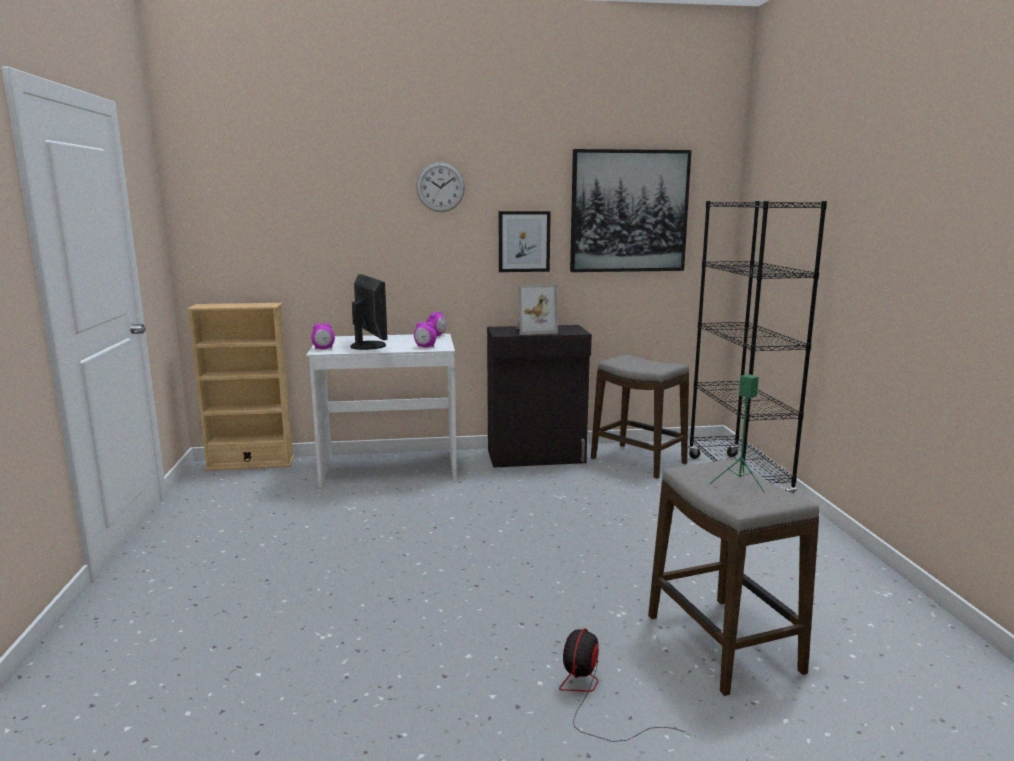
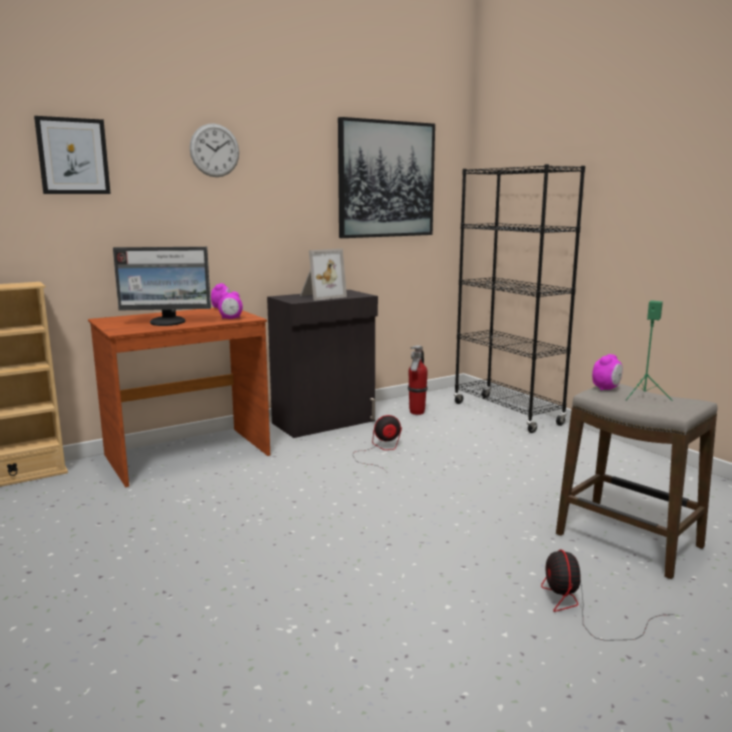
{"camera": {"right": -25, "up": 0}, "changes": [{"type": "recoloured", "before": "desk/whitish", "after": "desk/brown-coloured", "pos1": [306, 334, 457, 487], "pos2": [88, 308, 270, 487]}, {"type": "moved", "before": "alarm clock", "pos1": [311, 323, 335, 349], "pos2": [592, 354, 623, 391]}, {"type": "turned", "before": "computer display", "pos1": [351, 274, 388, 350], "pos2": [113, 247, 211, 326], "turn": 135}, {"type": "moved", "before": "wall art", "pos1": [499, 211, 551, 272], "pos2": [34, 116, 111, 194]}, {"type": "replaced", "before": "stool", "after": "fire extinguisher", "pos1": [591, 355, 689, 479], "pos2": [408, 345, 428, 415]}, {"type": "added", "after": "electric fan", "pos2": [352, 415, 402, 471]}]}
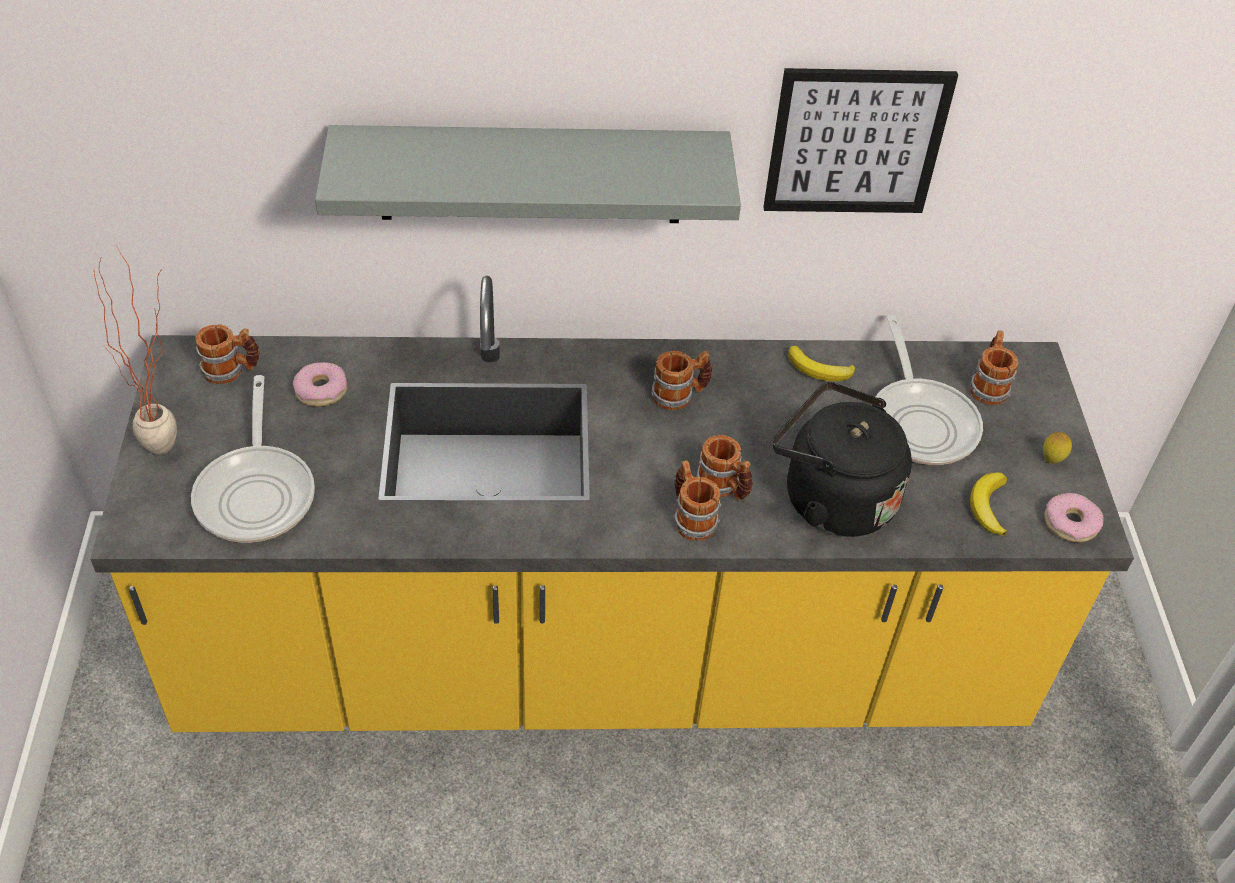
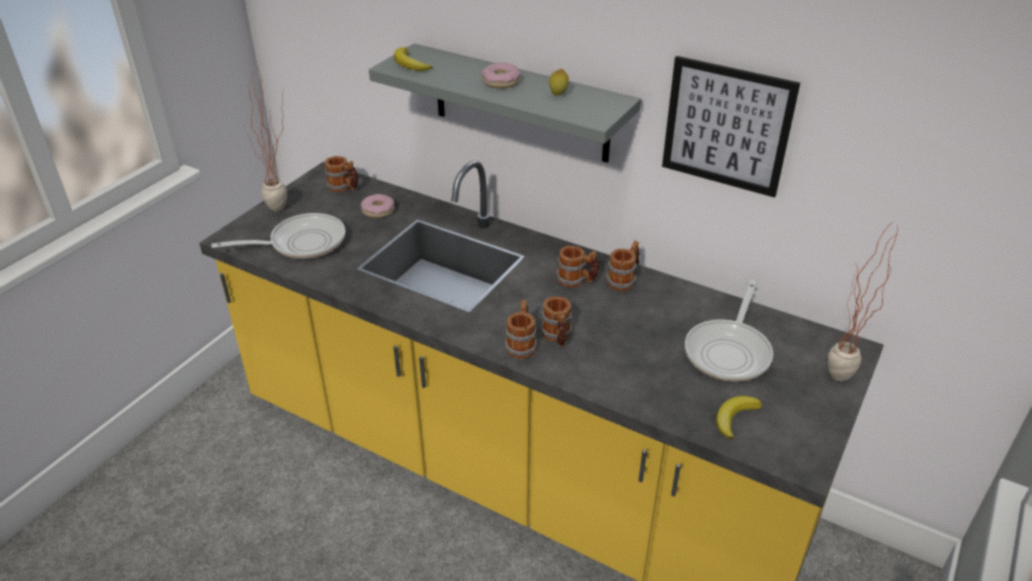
{"camera": {"right": 35, "up": -10}, "changes": [{"type": "turned", "before": "skillet", "pos1": [191, 375, 315, 543], "pos2": [211, 213, 345, 259], "turn": -135}, {"type": "removed", "before": "water kettle/blackish", "pos1": [773, 382, 912, 537]}, {"type": "moved", "before": "whole banana", "pos1": [788, 346, 855, 381], "pos2": [394, 47, 432, 71]}, {"type": "moved", "before": "mug", "pos1": [970, 330, 1018, 405], "pos2": [606, 240, 640, 291]}, {"type": "moved", "before": "citrus fruit", "pos1": [1043, 432, 1072, 464], "pos2": [549, 69, 569, 95]}, {"type": "moved", "before": "doughnut", "pos1": [1045, 493, 1104, 542], "pos2": [481, 62, 521, 88]}, {"type": "added", "after": "plant in a pot", "pos2": [827, 221, 898, 382]}]}
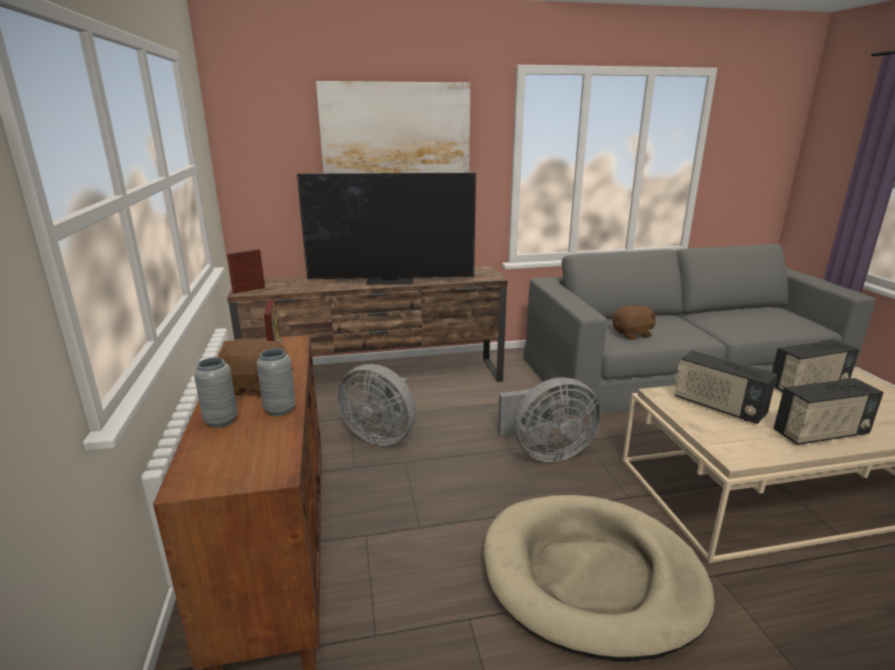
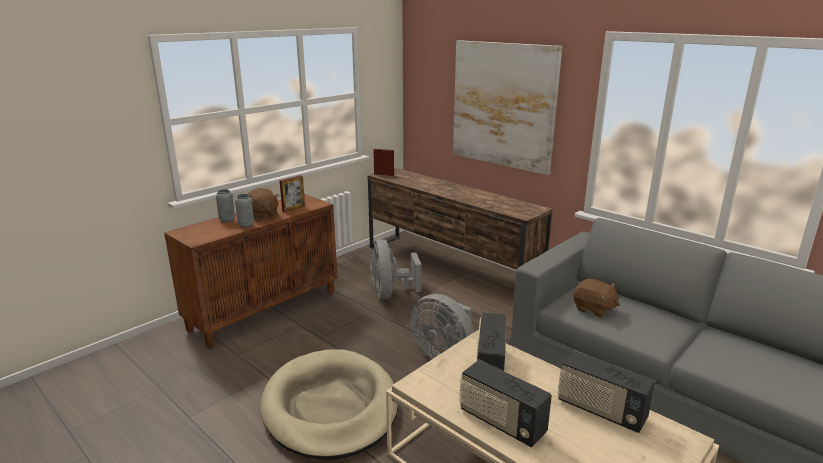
{"camera": {"right": 55, "up": 0}, "changes": [{"type": "removed", "before": "TV set", "pos1": [297, 173, 476, 285]}]}
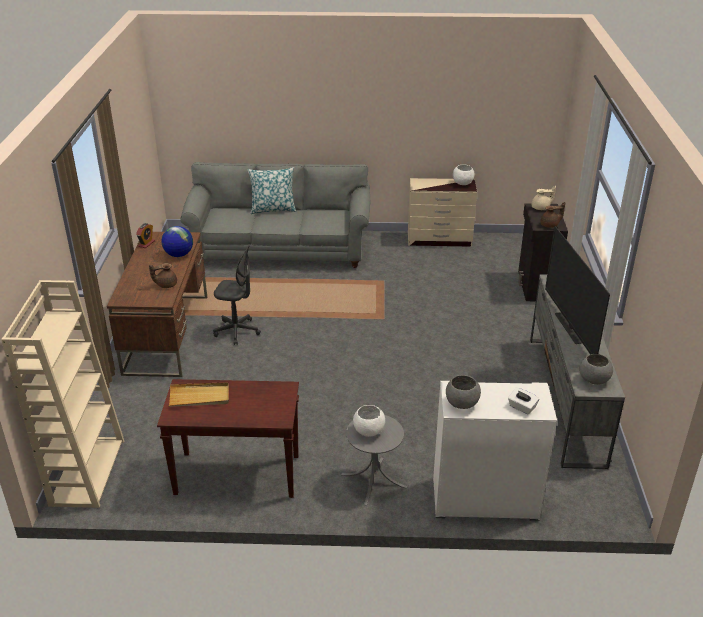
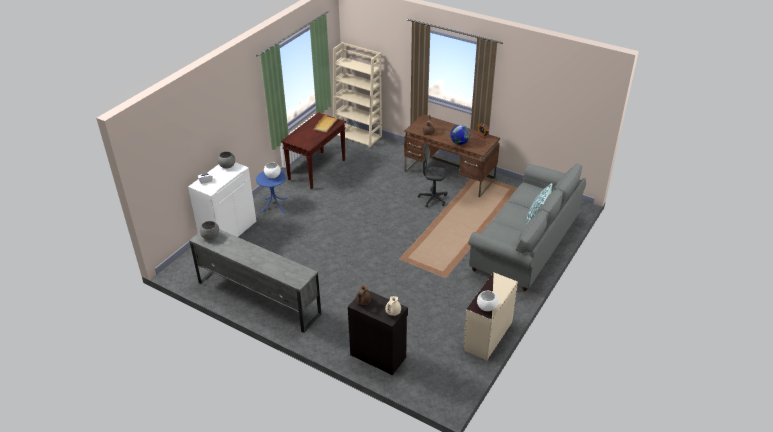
{"camera": {"right": 120, "up": 5}, "changes": [{"type": "turned", "before": "computer chair/greyish", "pos1": [213, 245, 261, 345], "pos2": [418, 143, 447, 207], "turn": 60}, {"type": "recoloured", "before": "end table/greyish", "after": "end table/bluish", "pos1": [341, 415, 407, 505], "pos2": [256, 171, 288, 213]}, {"type": "removed", "before": "TV set", "pos1": [545, 226, 610, 354]}]}
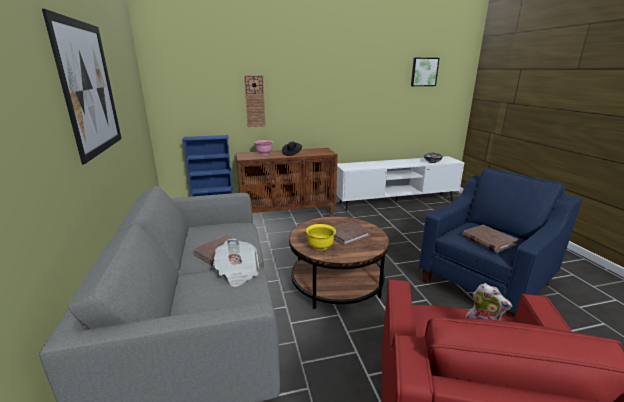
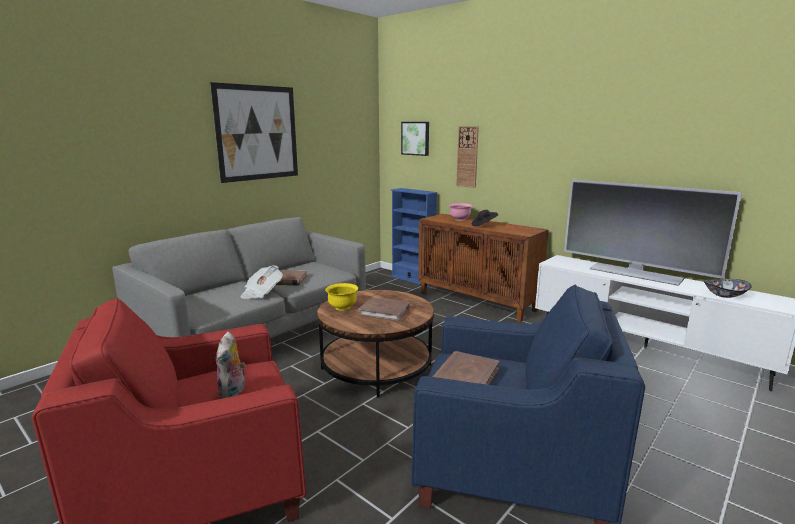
{"camera": {"right": 55, "up": -5}, "changes": [{"type": "moved", "before": "wall art", "pos1": [411, 58, 440, 86], "pos2": [401, 122, 429, 156]}, {"type": "added", "after": "TV set", "pos2": [564, 180, 742, 286]}]}
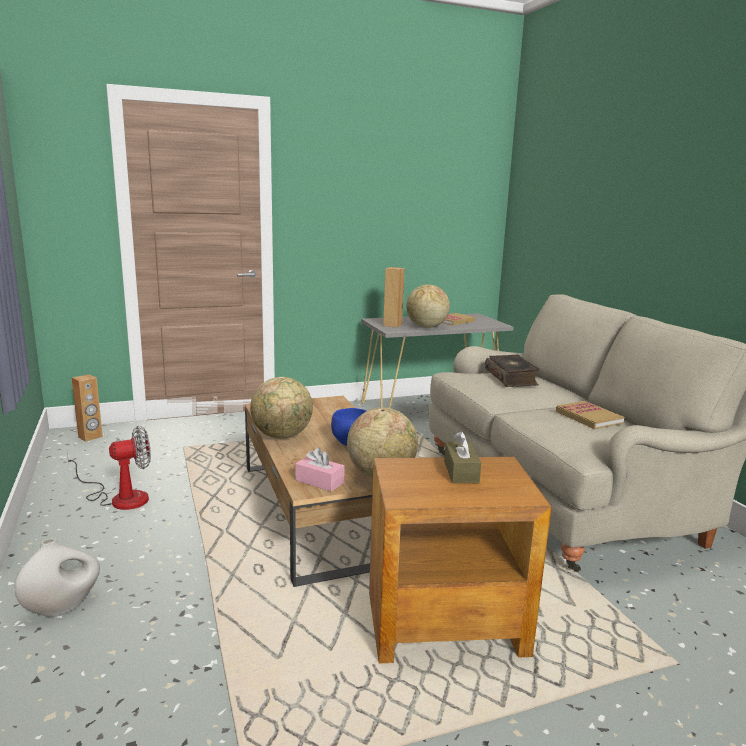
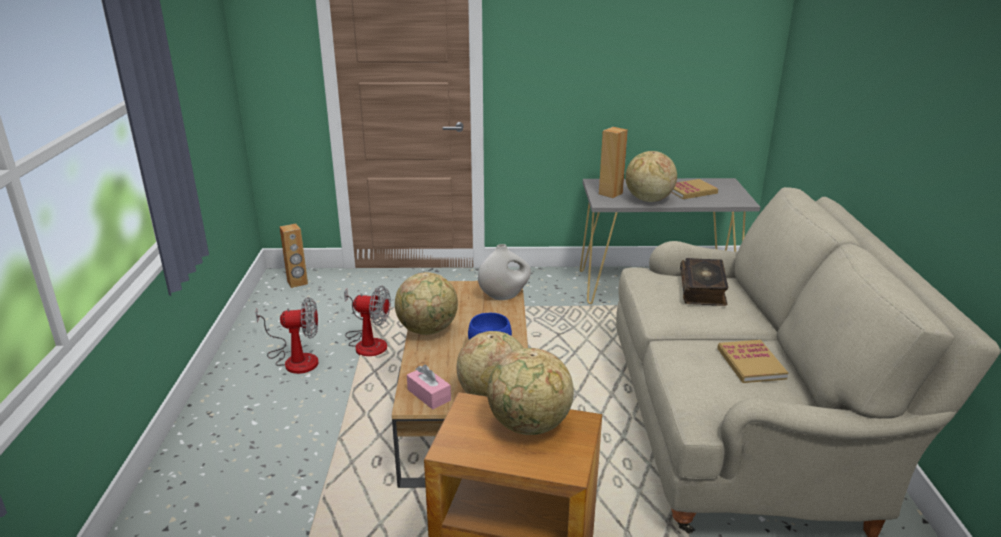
{"camera": {"right": 20, "up": 10}, "changes": [{"type": "moved", "before": "flower vase/whitish", "pos1": [14, 538, 100, 617], "pos2": [478, 244, 531, 300]}, {"type": "replaced", "before": "tissue box/brown-coloured", "after": "world globe", "pos1": [444, 431, 481, 483], "pos2": [487, 348, 574, 435]}, {"type": "added", "after": "electric fan", "pos2": [344, 286, 391, 356]}]}
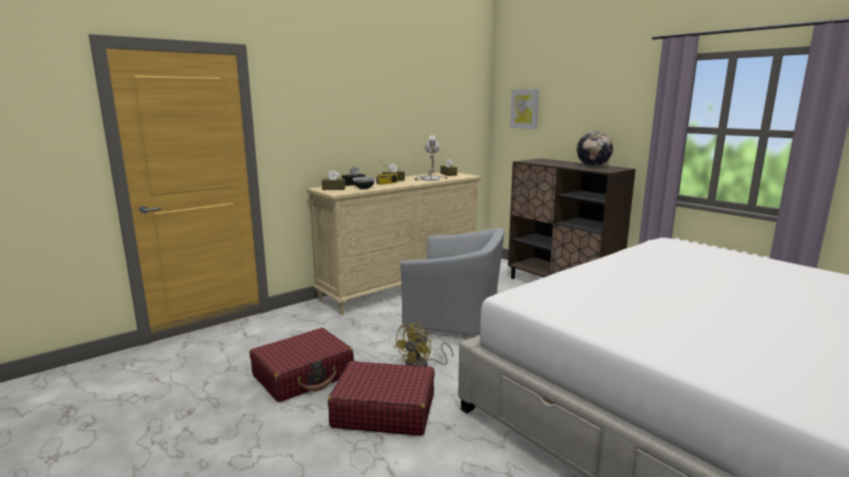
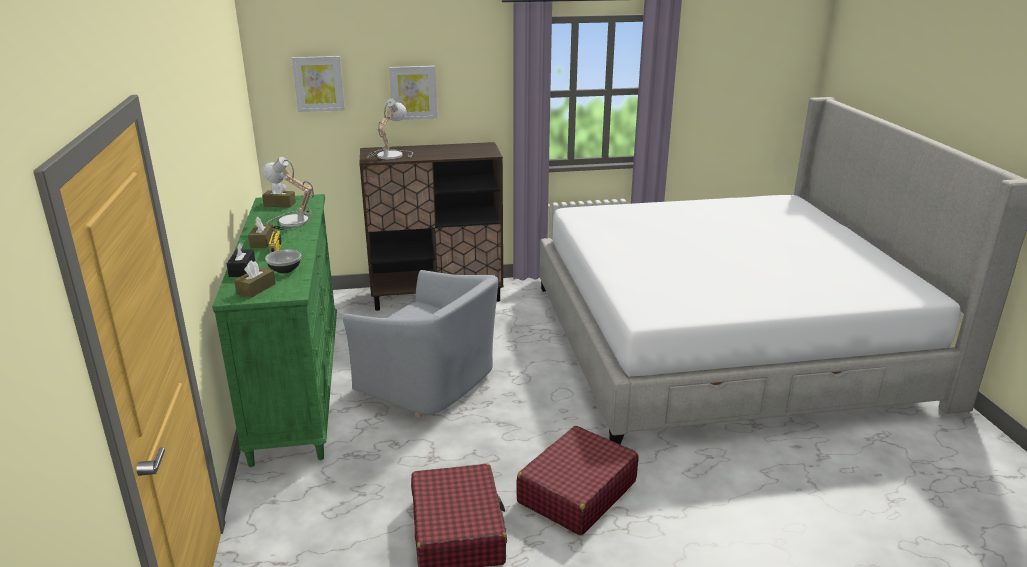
{"camera": {"right": -60, "up": 10}, "changes": [{"type": "recoloured", "before": "dresser/sand-coloured", "after": "dresser/green-coloured", "pos1": [306, 173, 481, 315], "pos2": [212, 194, 337, 467]}, {"type": "removed", "before": "electric fan/yellow-coloured", "pos1": [394, 322, 453, 366]}, {"type": "turned", "before": "easy chair/greyish", "pos1": [400, 228, 504, 339], "pos2": [342, 270, 499, 418], "turn": 75}, {"type": "removed", "before": "world globe", "pos1": [577, 131, 613, 166]}, {"type": "added", "after": "table lamp", "pos2": [366, 98, 413, 159]}, {"type": "added", "after": "wall art", "pos2": [389, 66, 437, 120]}]}
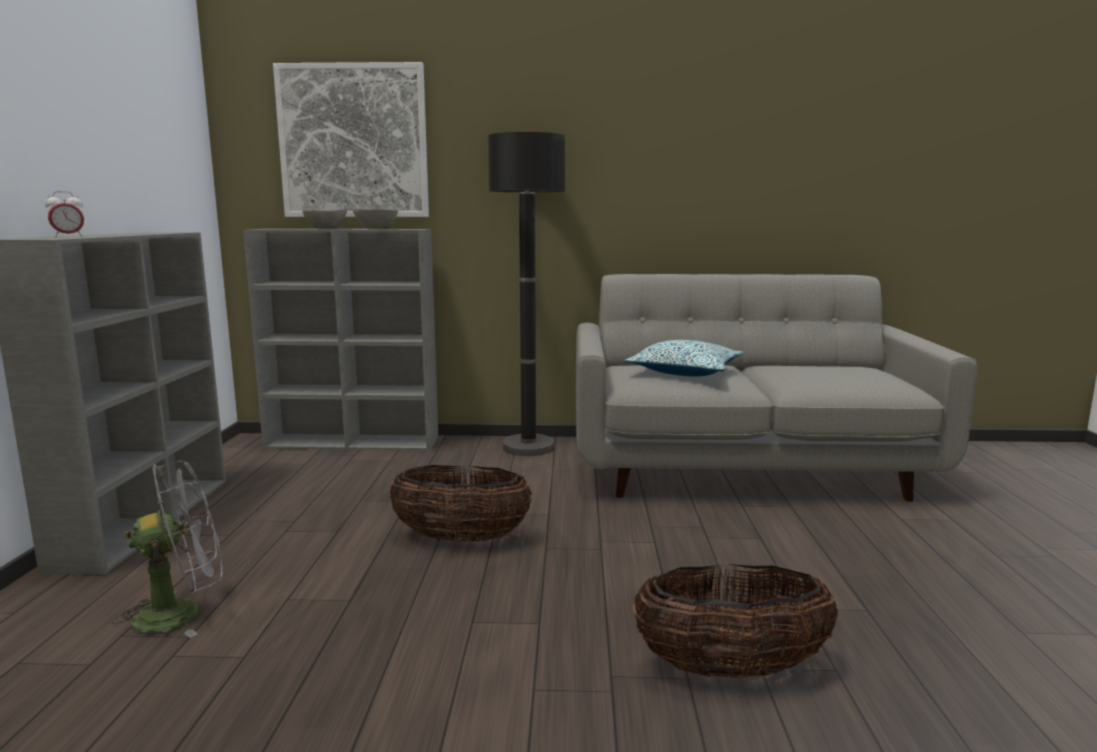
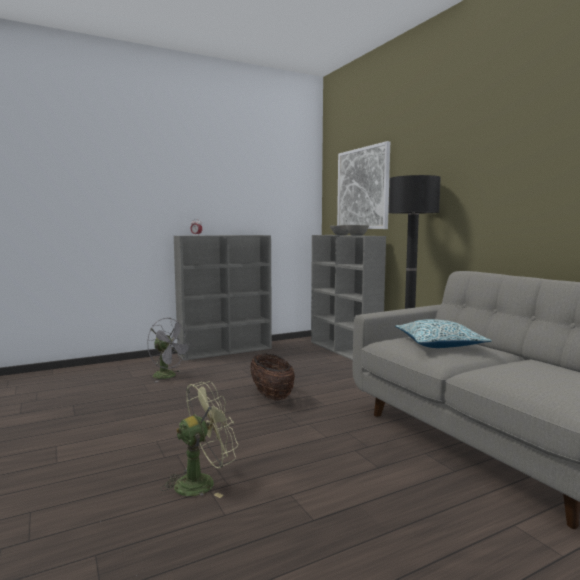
{"camera": {"right": 60, "up": -5}, "changes": [{"type": "replaced", "before": "basket", "after": "electric fan/green-coloured", "pos1": [633, 564, 838, 678], "pos2": [160, 381, 239, 498]}]}
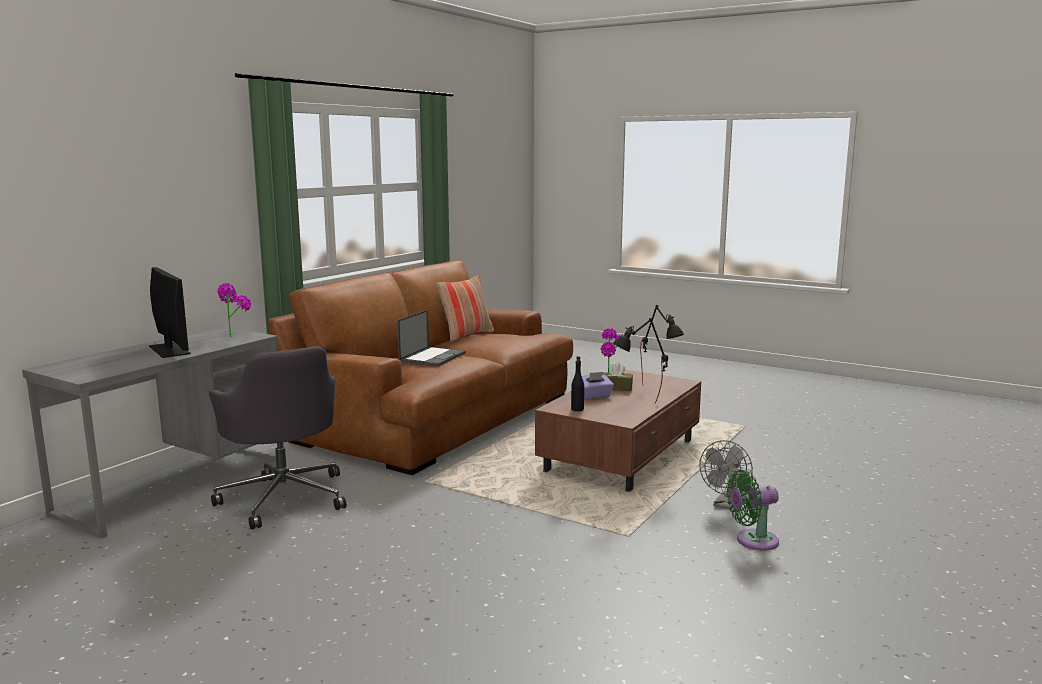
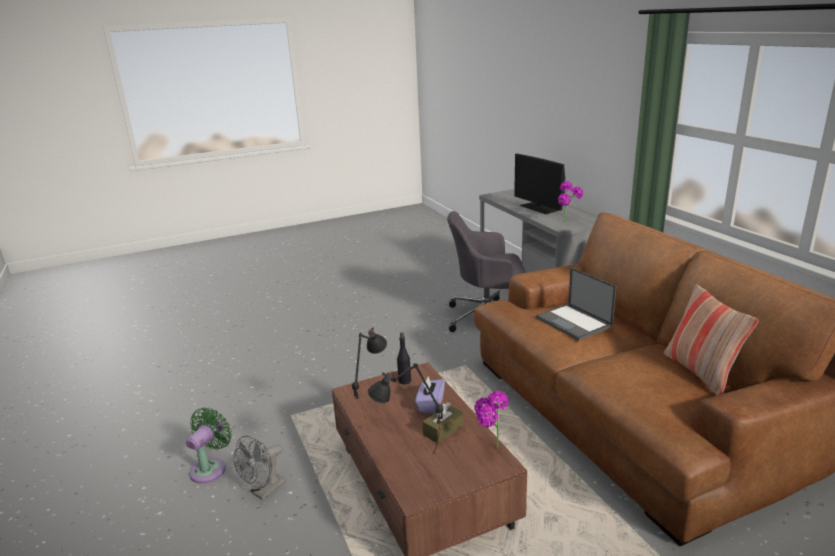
{"camera": {"right": 125, "up": 10}, "changes": [{"type": "turned", "before": "computer display", "pos1": [149, 267, 191, 358], "pos2": [514, 154, 565, 214], "turn": 60}, {"type": "turned", "before": "electric fan/greyish", "pos1": [700, 440, 753, 510], "pos2": [234, 436, 286, 500], "turn": -120}]}
